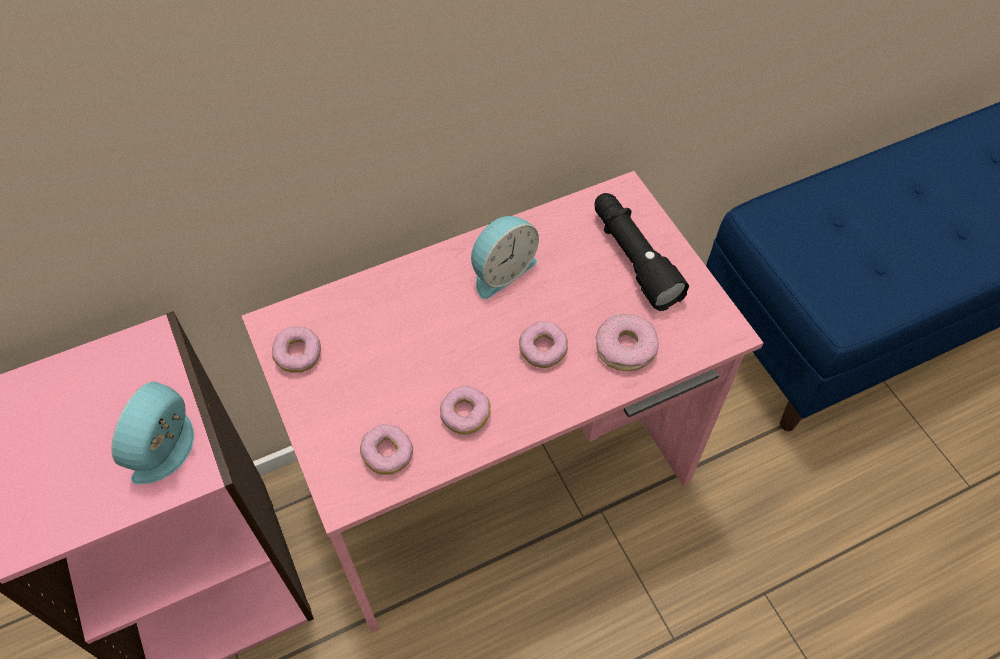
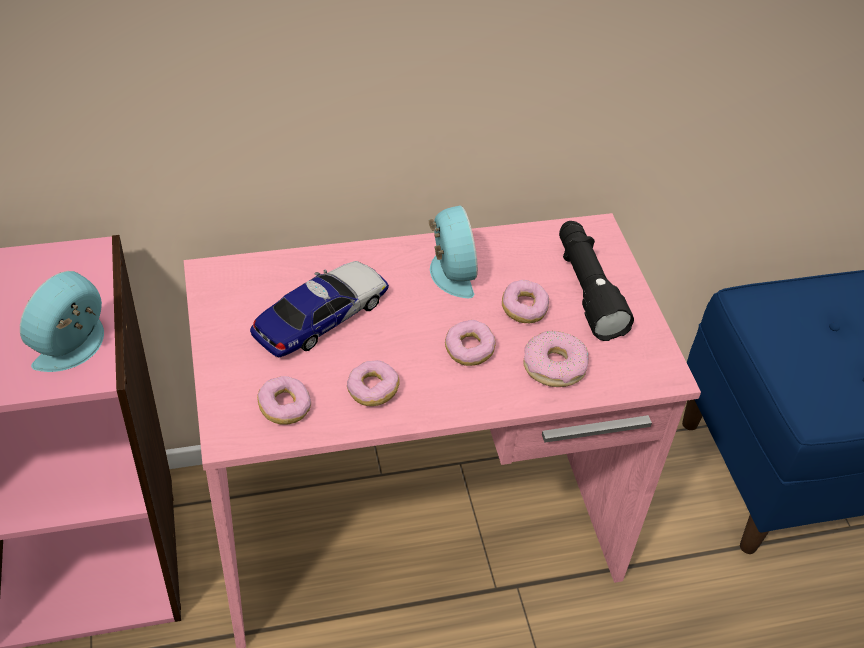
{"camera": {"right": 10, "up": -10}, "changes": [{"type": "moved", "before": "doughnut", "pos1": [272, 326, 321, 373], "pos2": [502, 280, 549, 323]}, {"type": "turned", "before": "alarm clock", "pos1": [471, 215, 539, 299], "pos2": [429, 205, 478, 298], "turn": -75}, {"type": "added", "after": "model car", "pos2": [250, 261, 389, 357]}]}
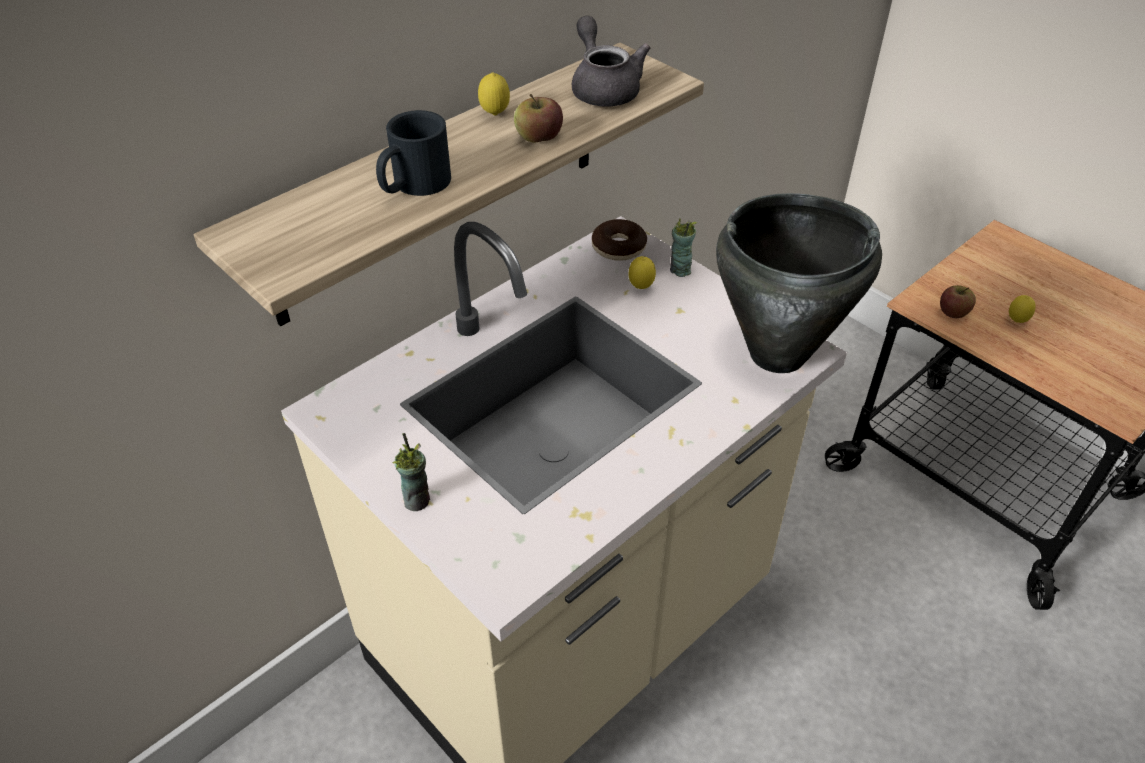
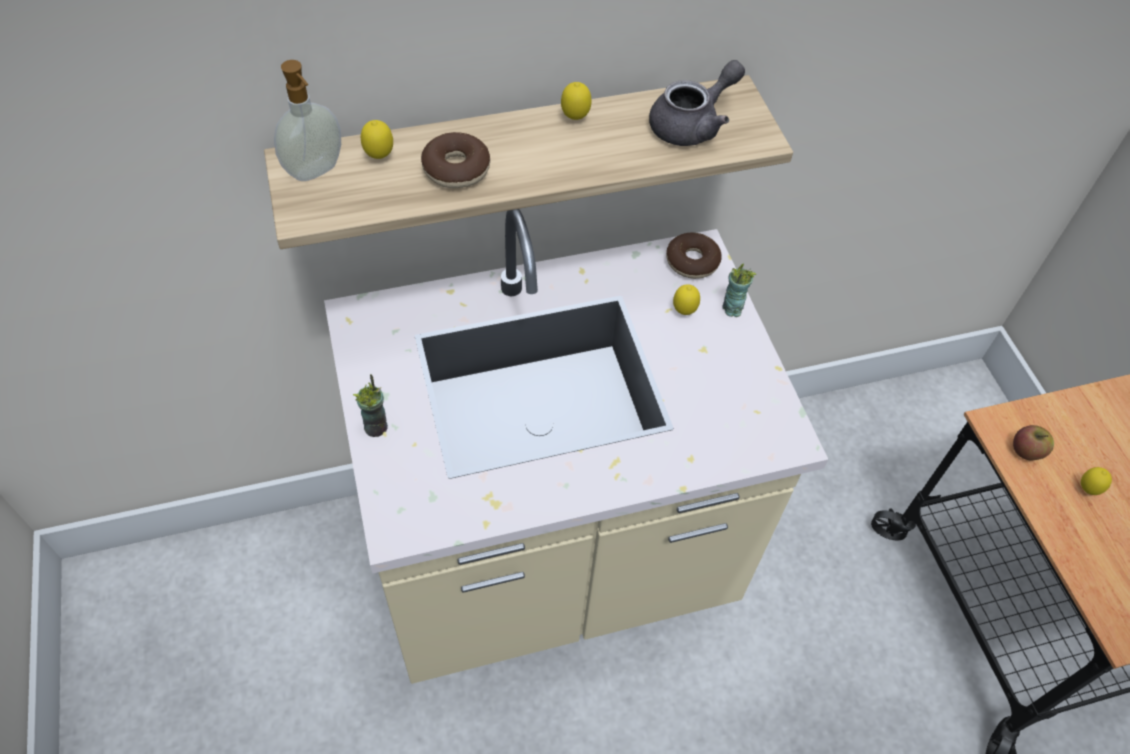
{"camera": {"right": 25, "up": 10}, "changes": [{"type": "replaced", "before": "mug/blackish", "after": "doughnut", "pos1": [376, 110, 451, 196], "pos2": [421, 132, 490, 188]}, {"type": "removed", "before": "apple fruit", "pos1": [514, 94, 563, 143]}, {"type": "turned", "before": "pot for tea/greyish", "pos1": [572, 16, 650, 107], "pos2": [649, 60, 745, 146], "turn": 45}, {"type": "removed", "before": "stockpot/blackish", "pos1": [716, 193, 882, 373]}, {"type": "added", "after": "soap dispenser", "pos2": [274, 60, 341, 181]}, {"type": "added", "after": "citrus fruit", "pos2": [361, 120, 393, 159]}]}
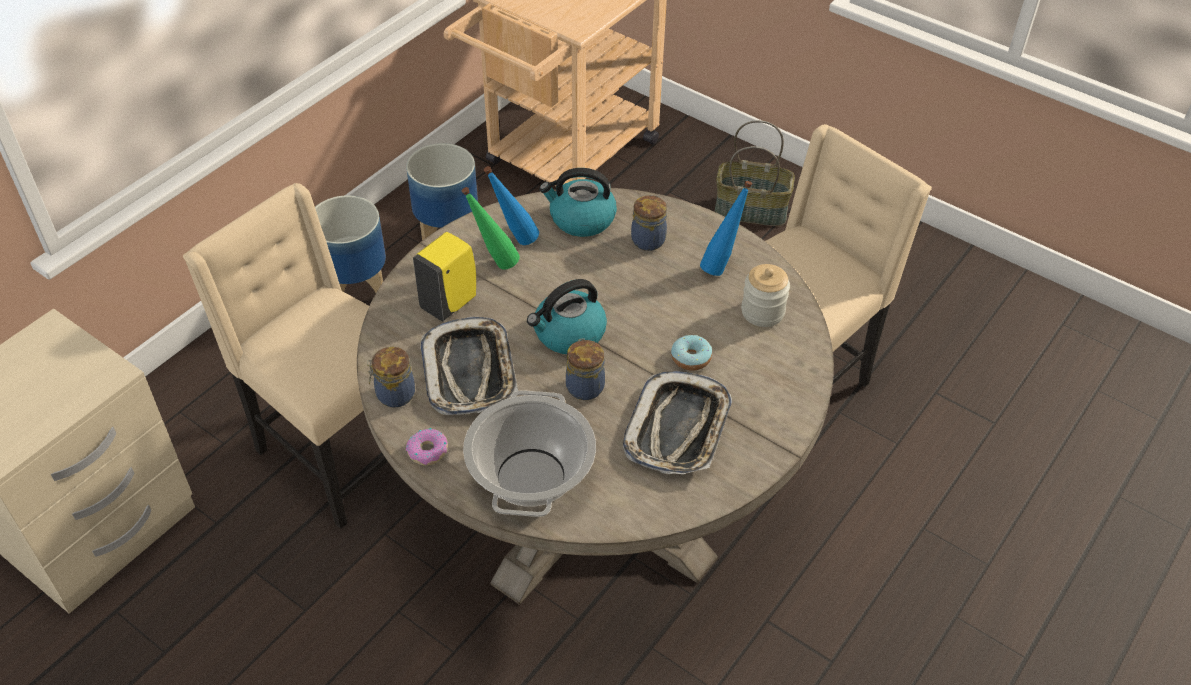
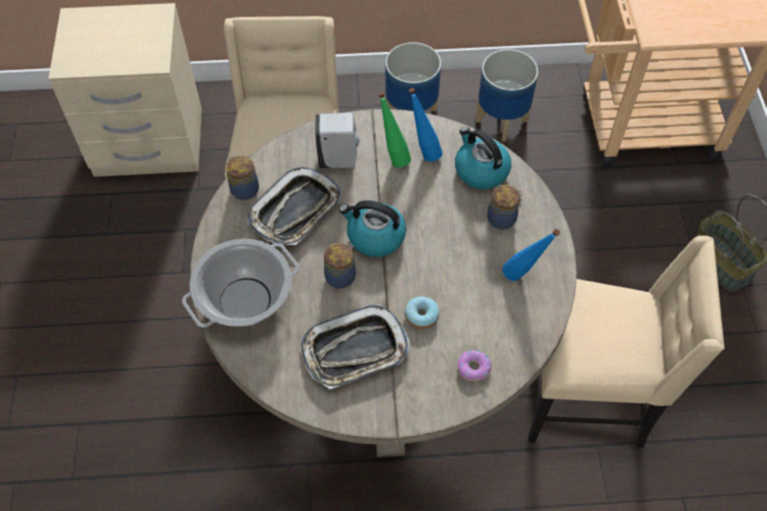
{"camera": {"right": 50, "up": 10}, "changes": [{"type": "moved", "before": "doughnut", "pos1": [406, 428, 448, 466], "pos2": [457, 350, 492, 381]}, {"type": "recoloured", "before": "soap dispenser/yellow-coloured", "after": "soap dispenser/whitish", "pos1": [413, 232, 476, 322], "pos2": [315, 113, 360, 168]}, {"type": "removed", "before": "jar", "pos1": [741, 264, 790, 327]}]}
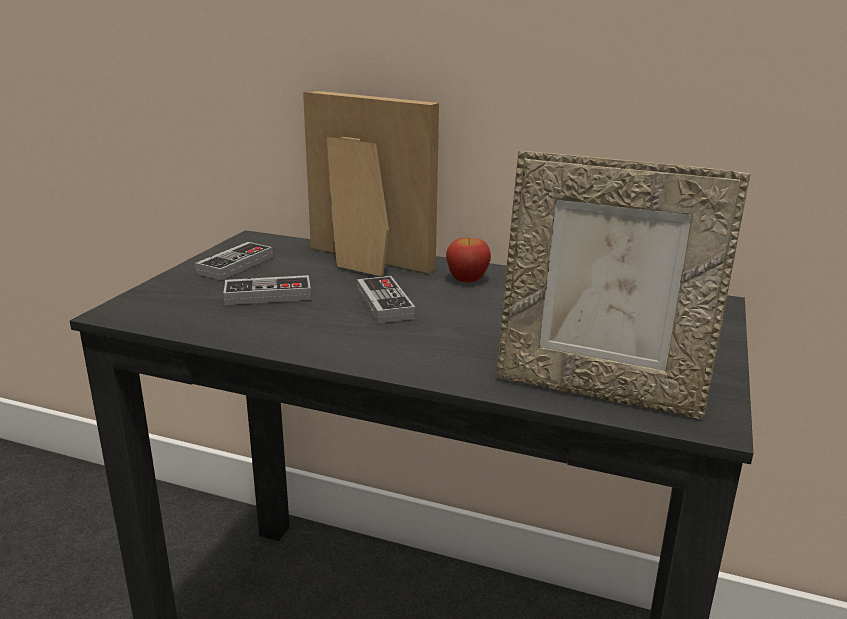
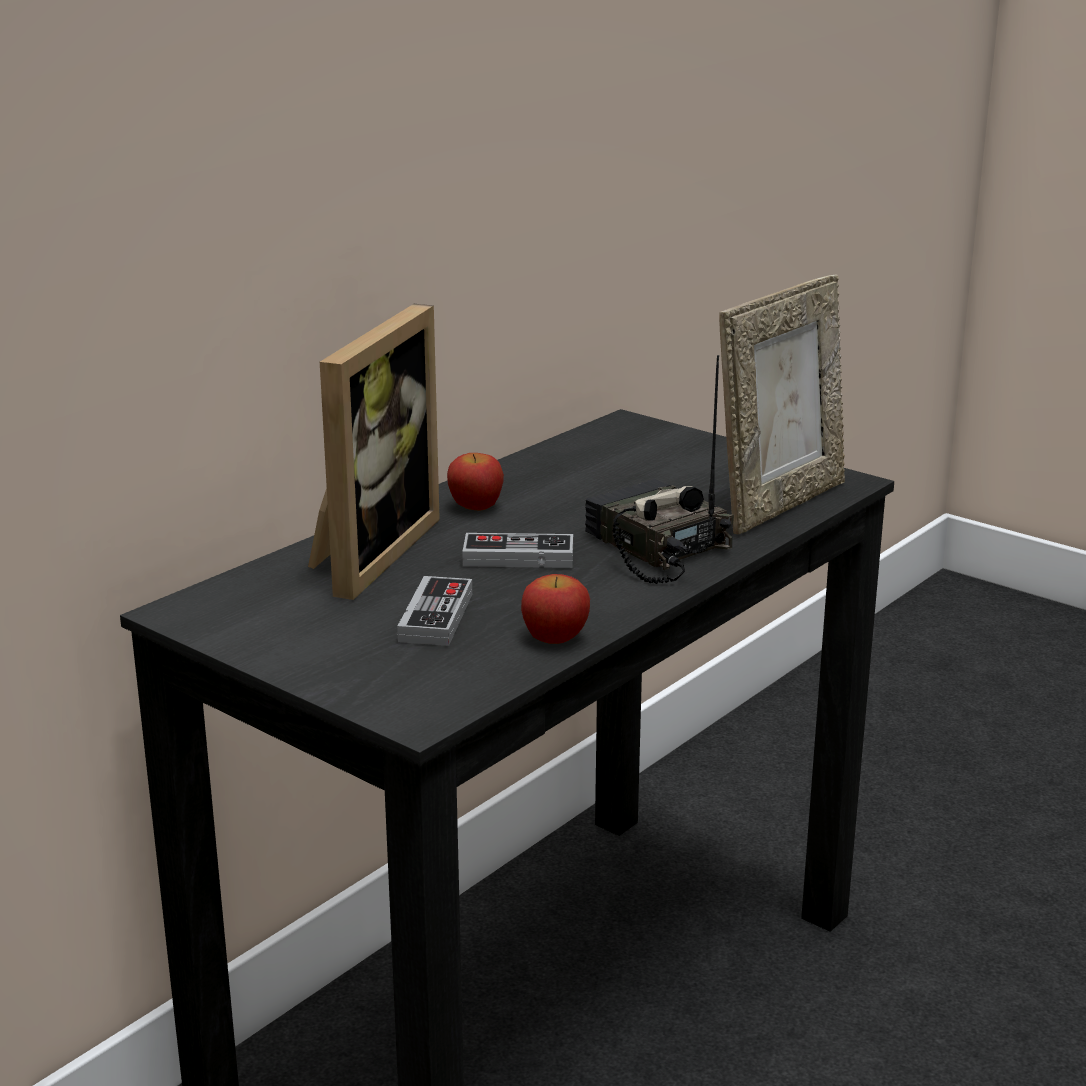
{"camera": {"right": -70, "up": 0}, "changes": [{"type": "removed", "before": "game controller", "pos1": [195, 242, 273, 280]}, {"type": "turned", "before": "photo frame", "pos1": [303, 90, 439, 276], "pos2": [308, 304, 440, 600], "turn": 150}, {"type": "added", "after": "apple fruit", "pos2": [521, 574, 590, 644]}, {"type": "added", "after": "radio receiver", "pos2": [585, 355, 734, 584]}]}
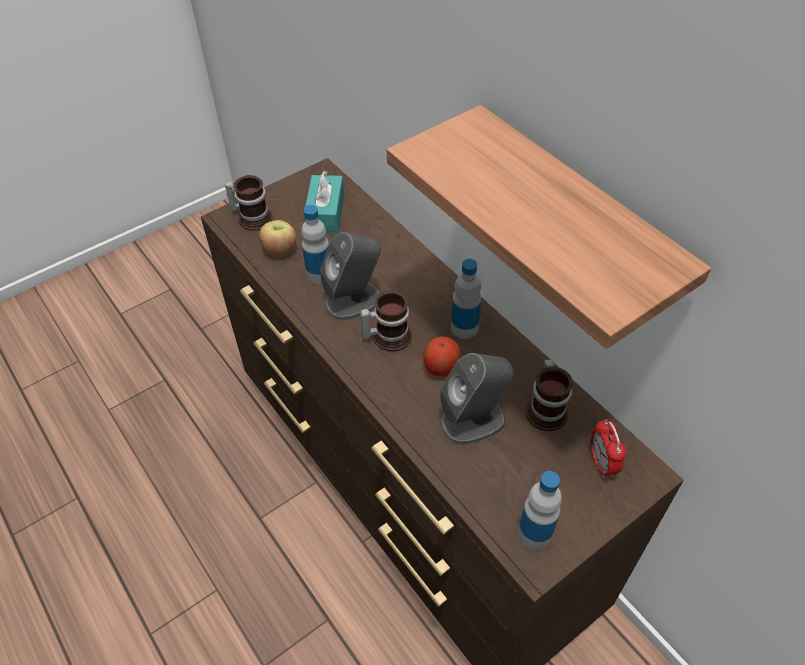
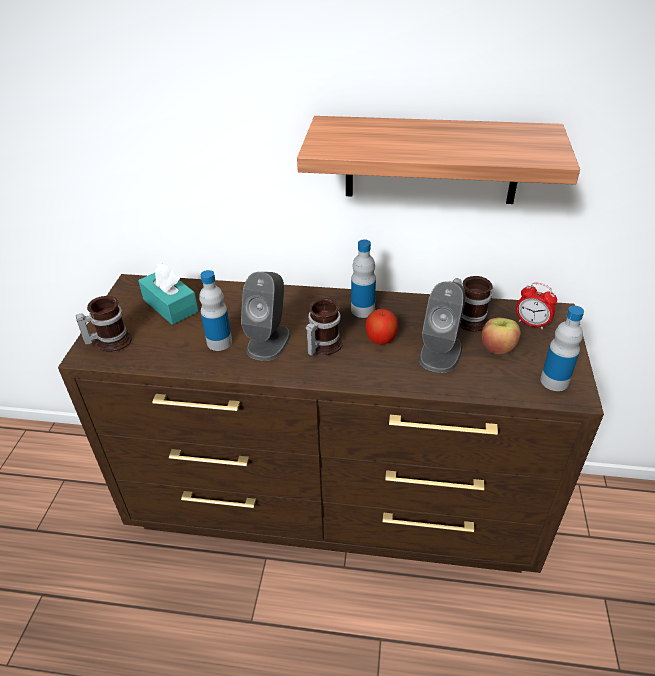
{"camera": {"right": -45, "up": -10}, "changes": [{"type": "moved", "before": "apple fruit", "pos1": [259, 220, 296, 257], "pos2": [481, 318, 521, 354]}]}
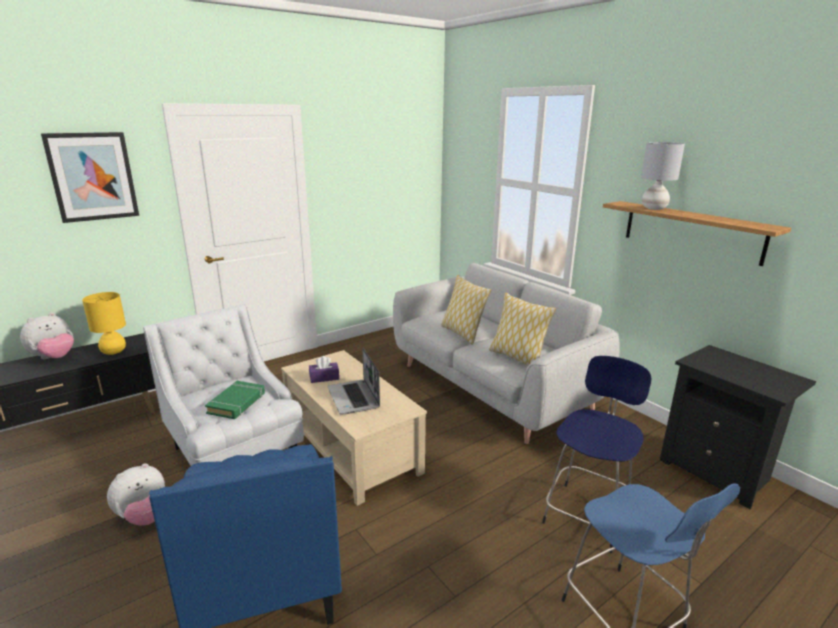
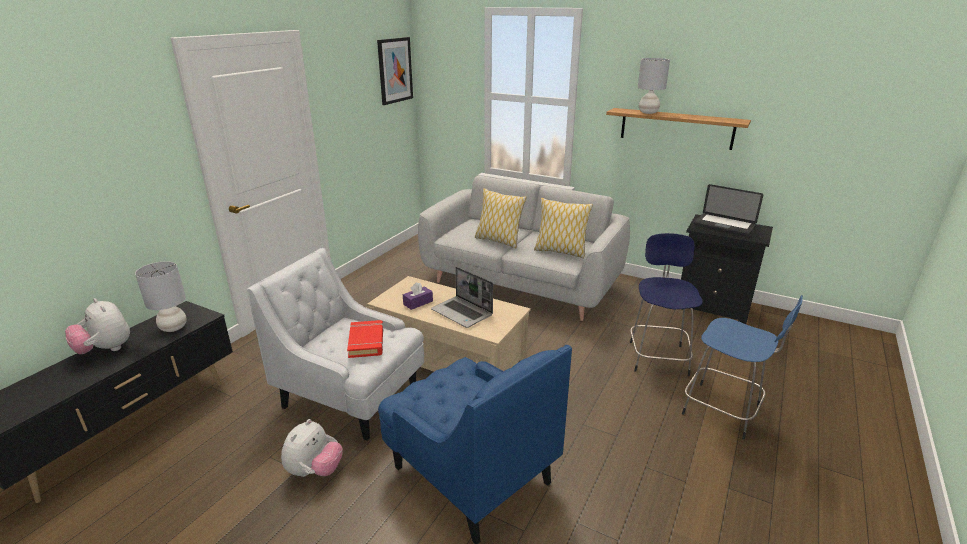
{"camera": {"right": -25, "up": 5}, "changes": [{"type": "turned", "before": "soft toy", "pos1": [20, 312, 74, 359], "pos2": [65, 298, 130, 354], "turn": 120}, {"type": "moved", "before": "wall art", "pos1": [41, 132, 139, 223], "pos2": [377, 37, 413, 105]}, {"type": "recoloured", "before": "table lamp/yellow-coloured", "after": "table lamp/greyish", "pos1": [82, 292, 126, 355], "pos2": [135, 261, 187, 332]}, {"type": "recoloured", "before": "volume/green-coloured", "after": "volume/red-coloured", "pos1": [205, 381, 265, 419], "pos2": [347, 320, 384, 358]}, {"type": "added", "after": "laptop", "pos2": [694, 184, 763, 236]}]}
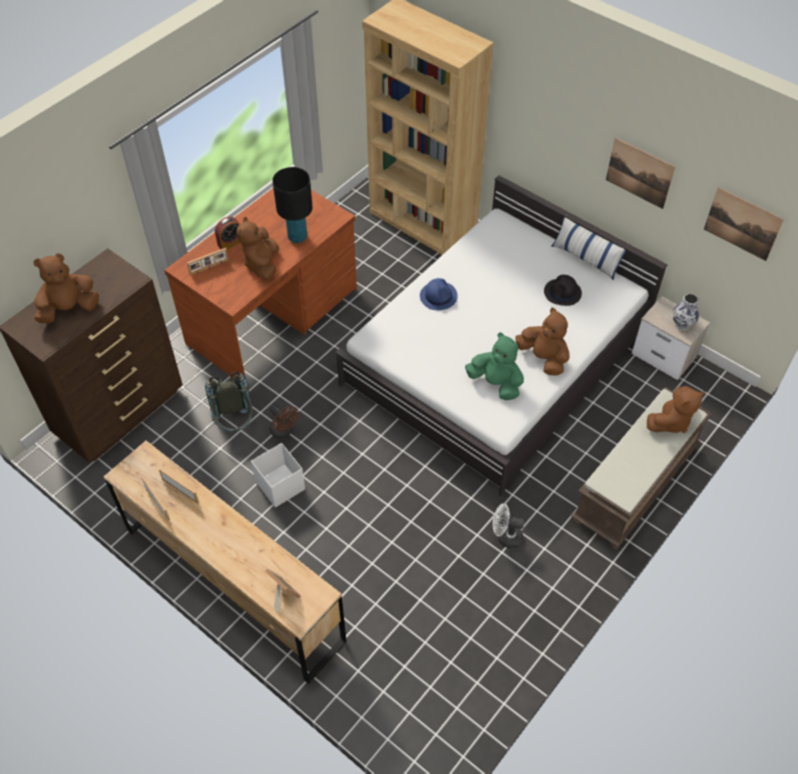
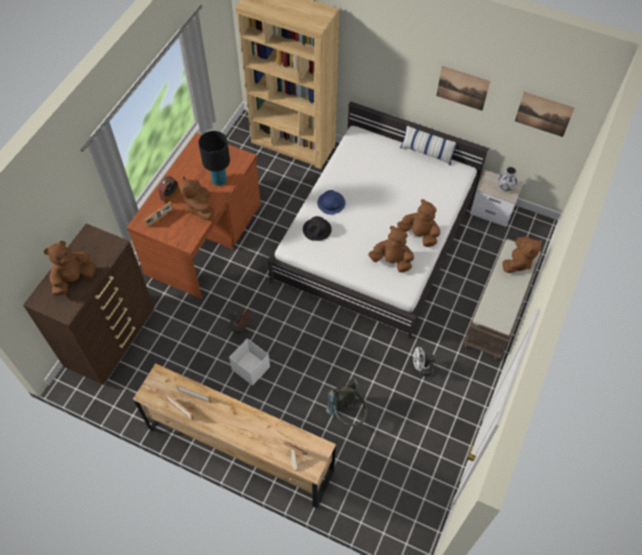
{"camera": {"right": -15, "up": 5}, "changes": [{"type": "moved", "before": "backpack/greyish", "pos1": [205, 372, 253, 432], "pos2": [326, 378, 367, 426]}, {"type": "recoloured", "before": "soft toy/green-coloured", "after": "soft toy/brown-coloured", "pos1": [465, 332, 524, 400], "pos2": [368, 226, 414, 272]}, {"type": "moved", "before": "hat/blackish", "pos1": [544, 275, 582, 306], "pos2": [303, 216, 332, 241]}]}
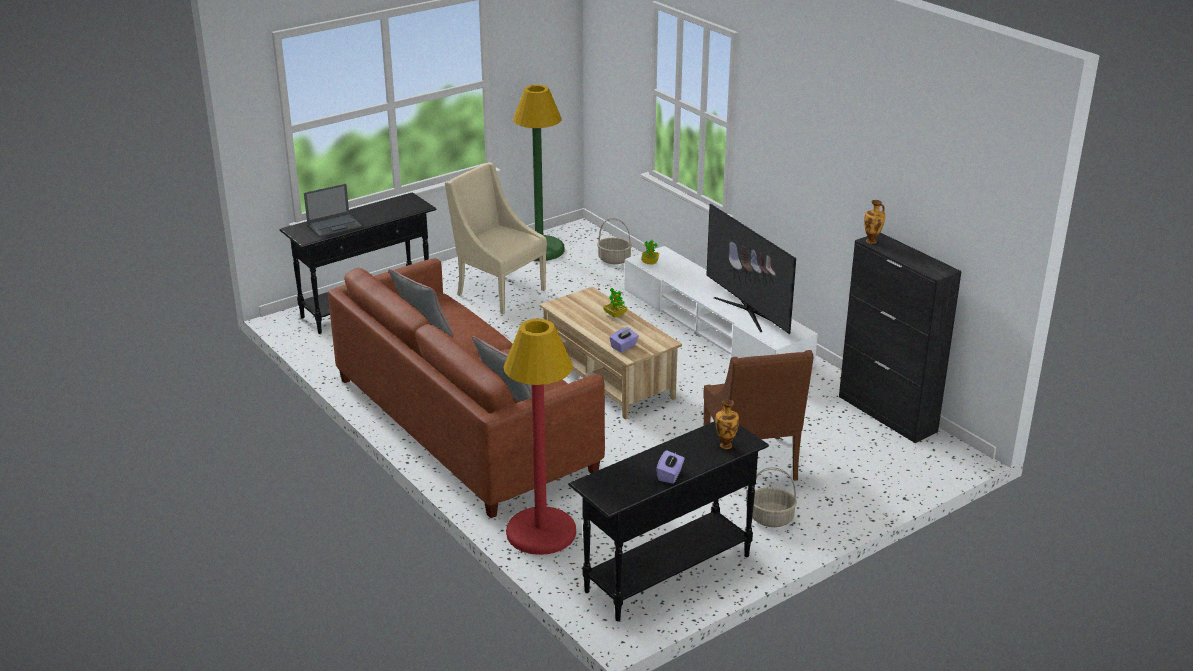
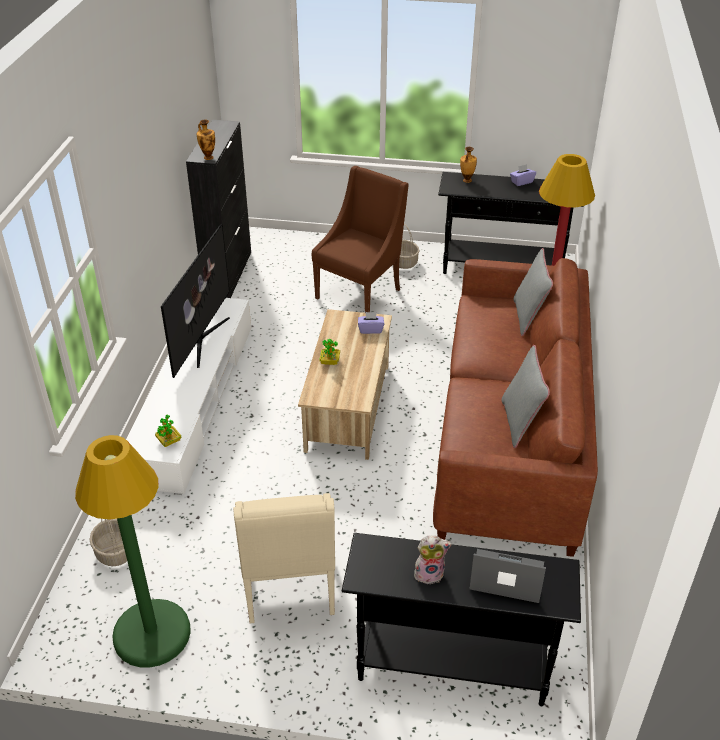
{"camera": {"right": -135, "up": 10}, "changes": [{"type": "added", "after": "soft toy", "pos2": [414, 536, 452, 584]}]}
